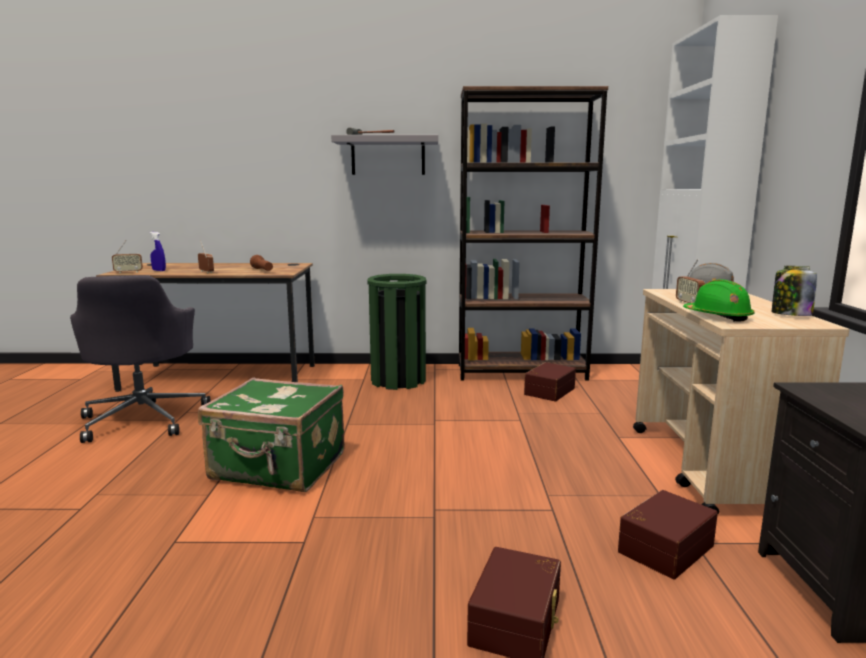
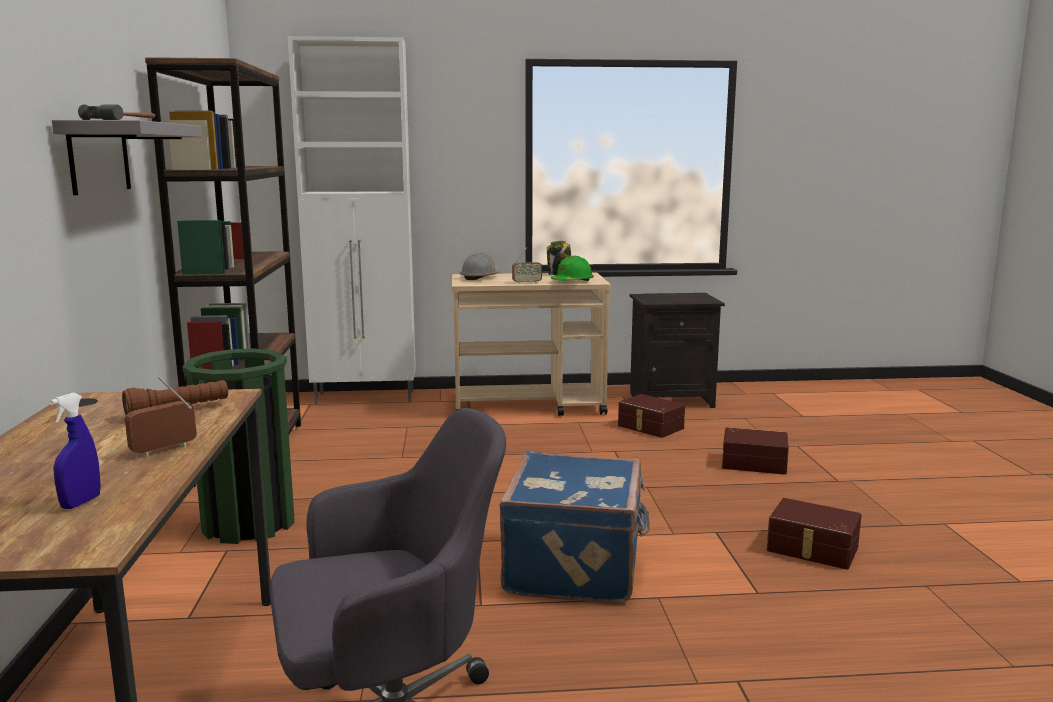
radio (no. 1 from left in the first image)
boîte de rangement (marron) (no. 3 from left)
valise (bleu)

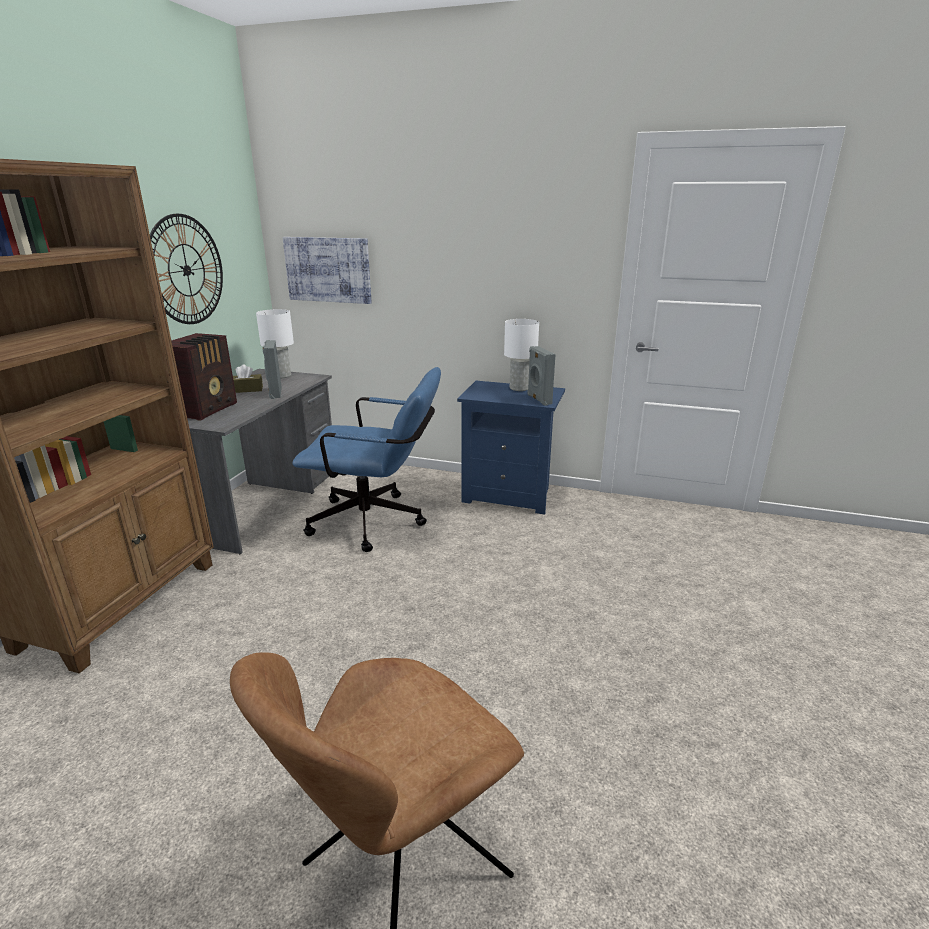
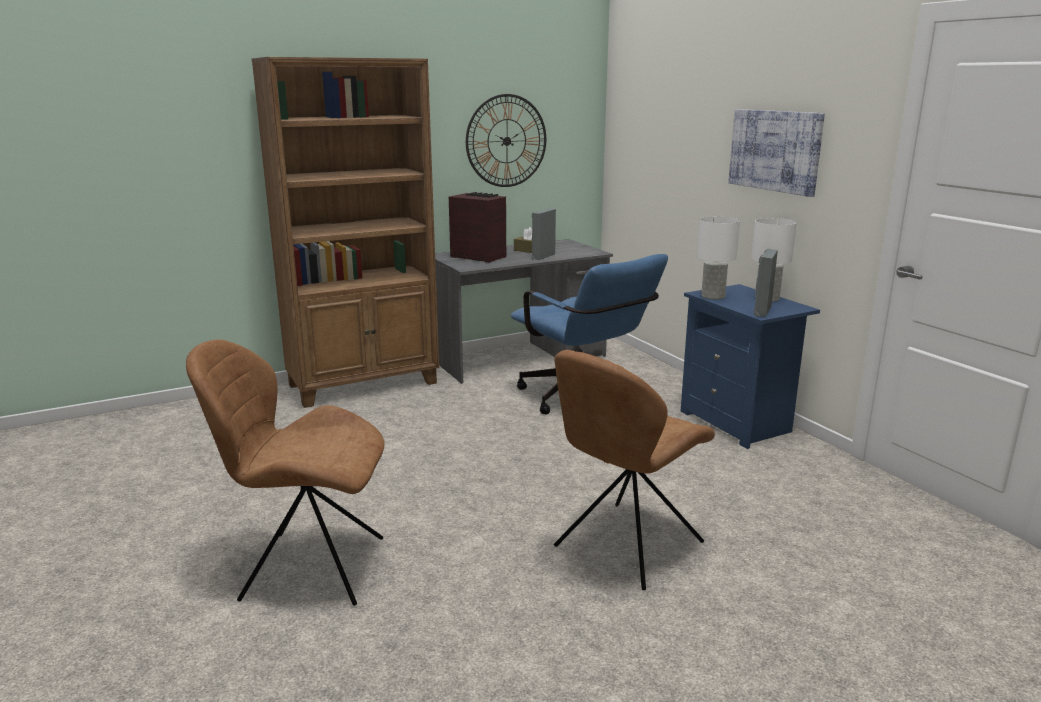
chaise (marron) (no. 2 from left)
lampe de table (blanc) (no. 1 from left)
tableau
radio

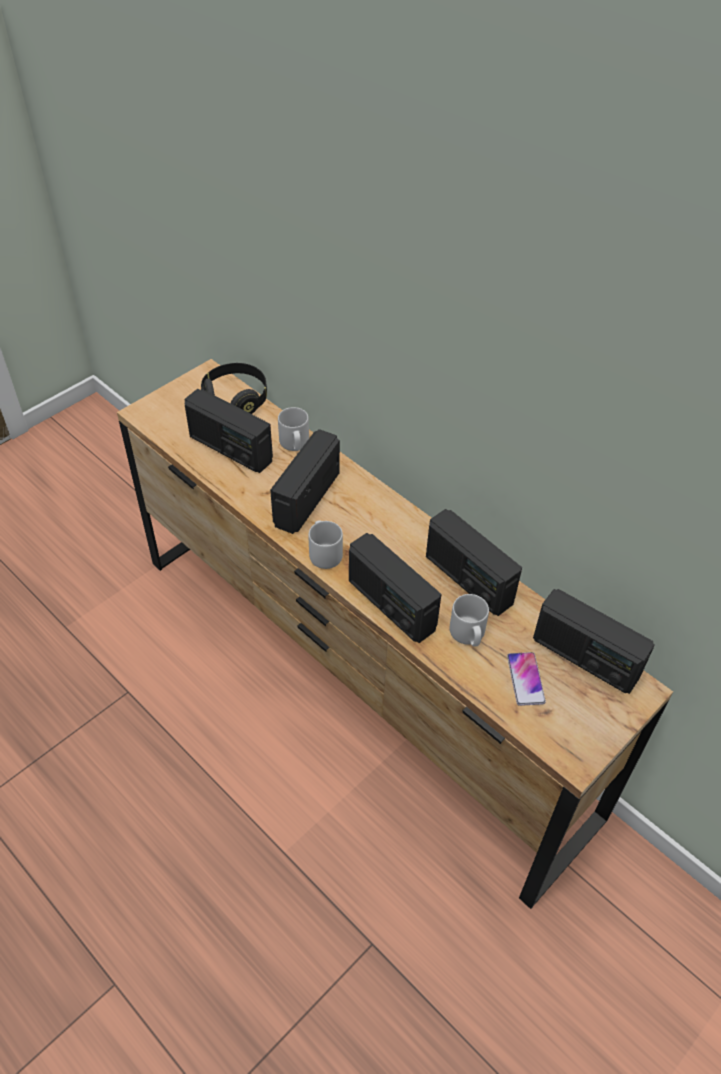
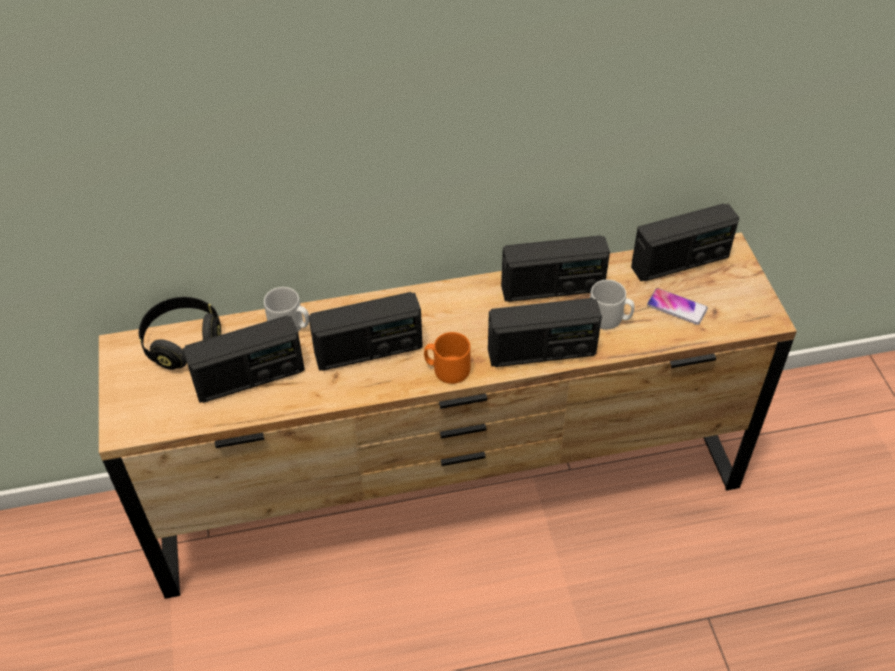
mug (orange)
radio (no. 2 from left)

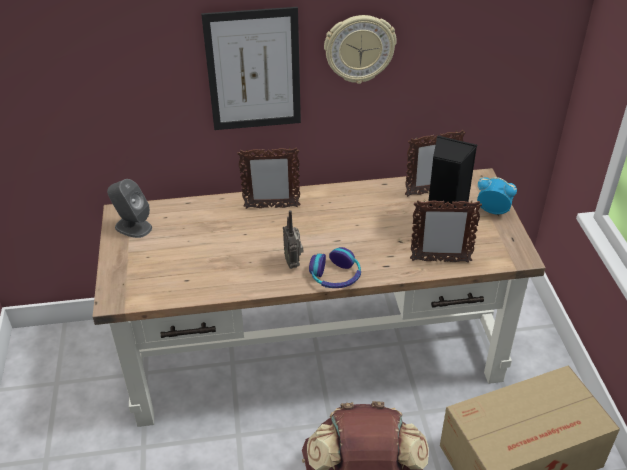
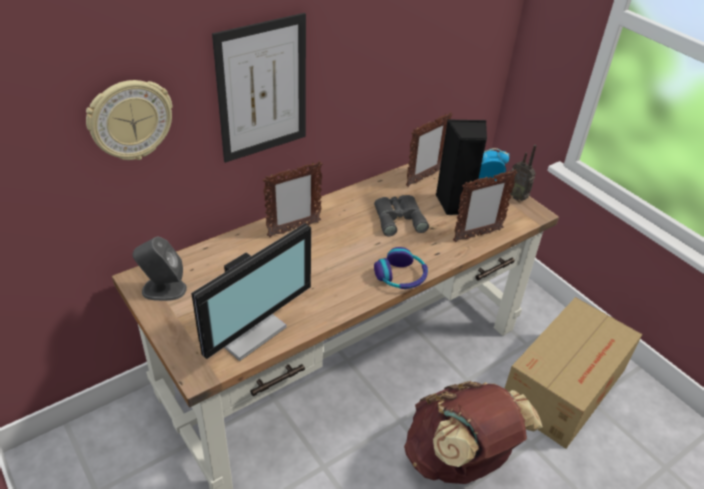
écran d'ordinateur
jumelles (gris)
radio
horloge murale

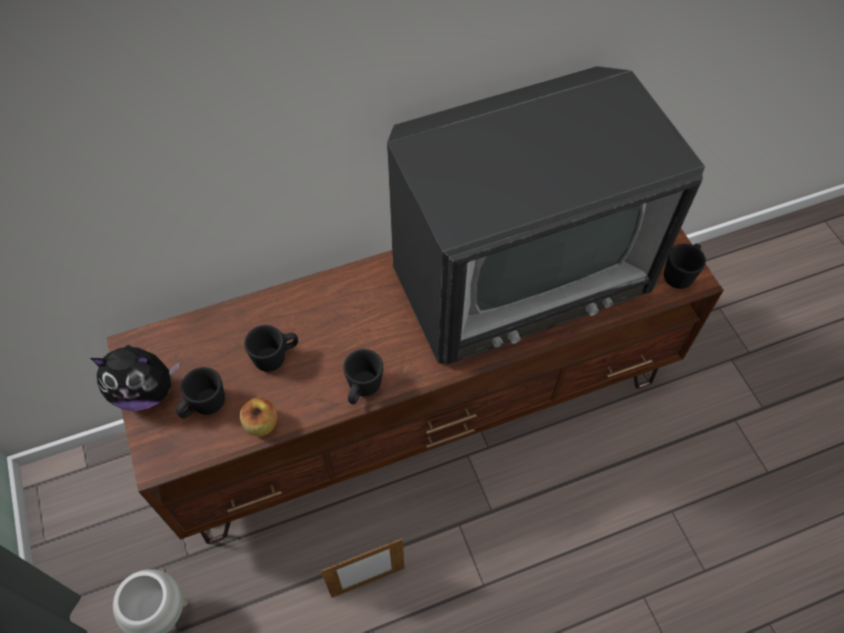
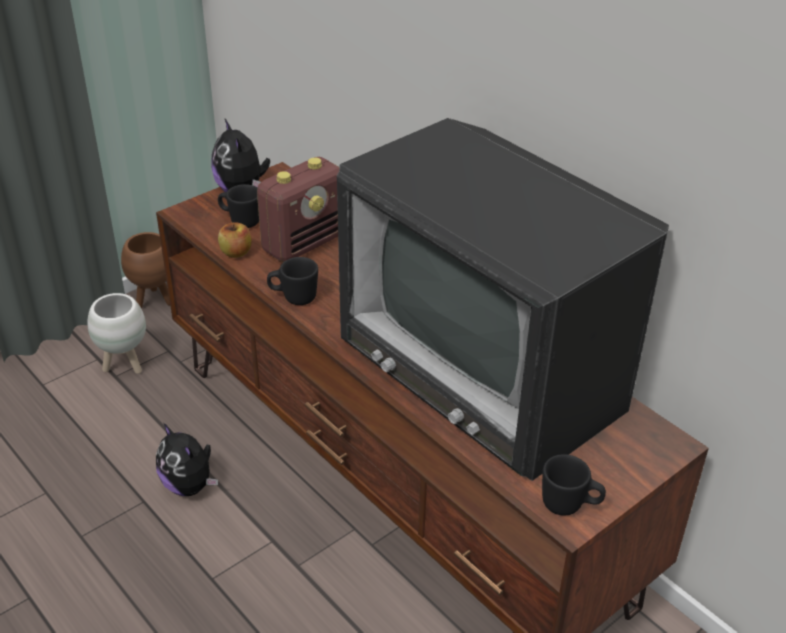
cache-pot (marron)
radio
peluche (no. 1 from left)

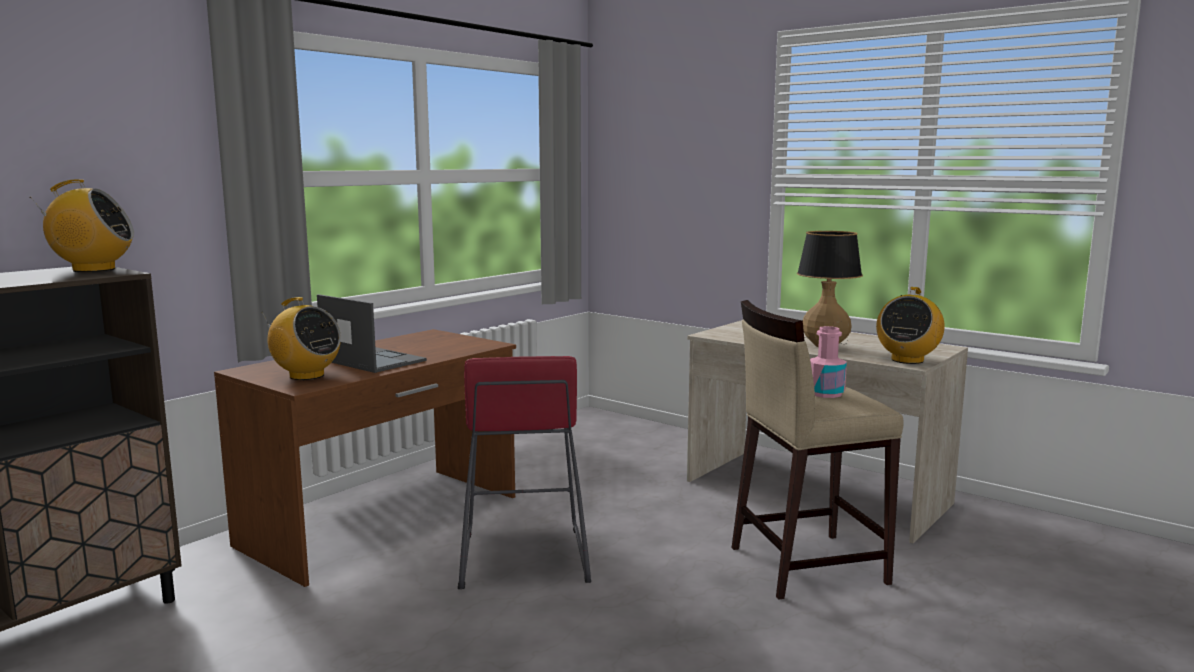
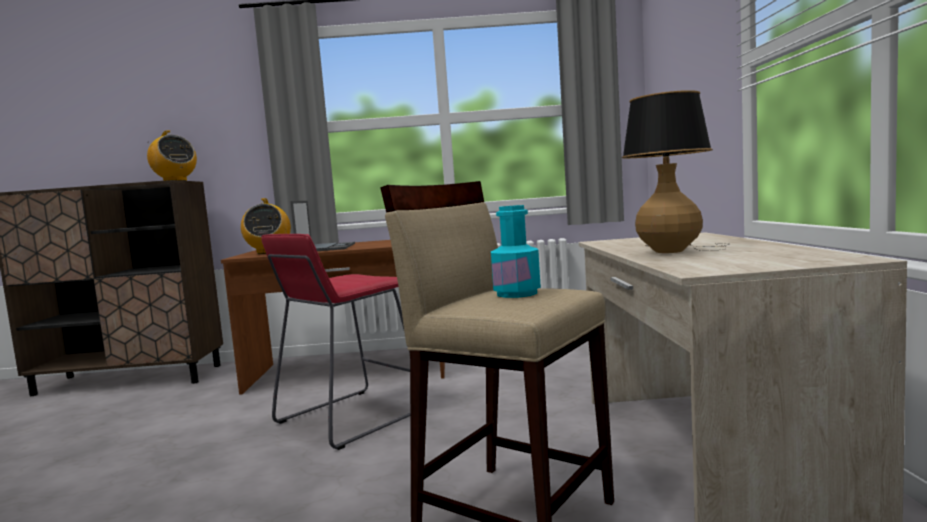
radio (no. 3 from left in the first image)
bouteille (turquoise)

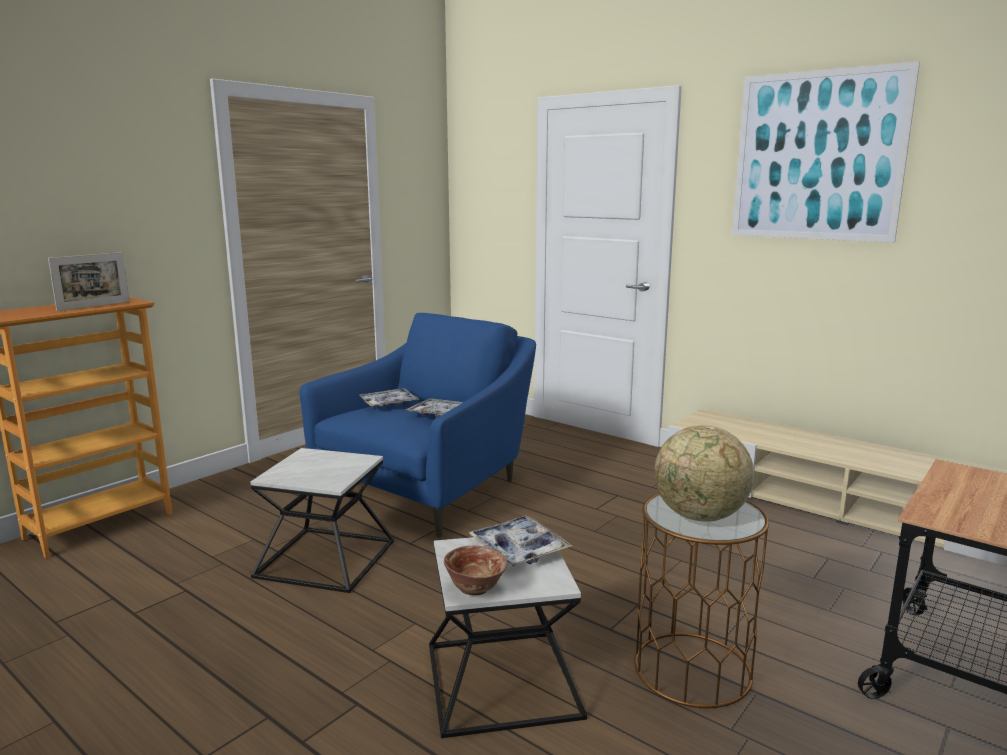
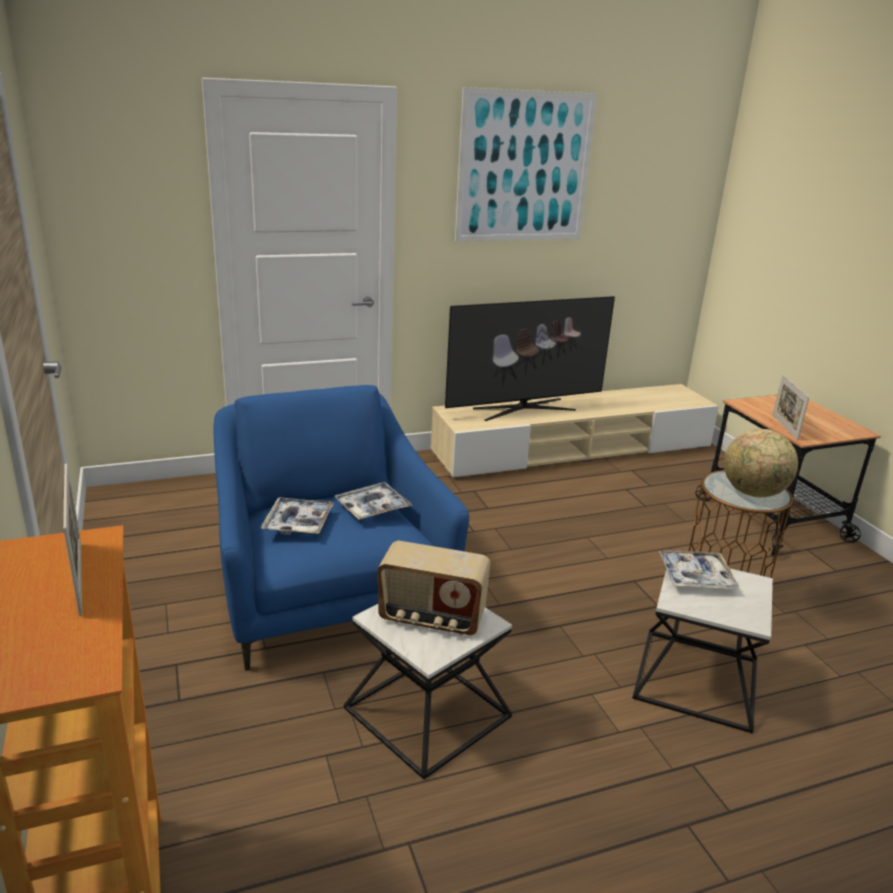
bol
radio
téléviseur
cadre photo (no. 2 from left)

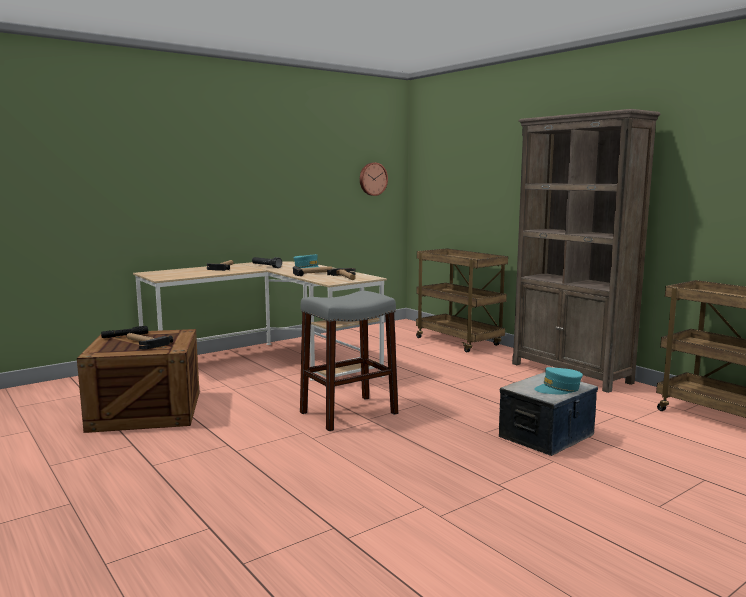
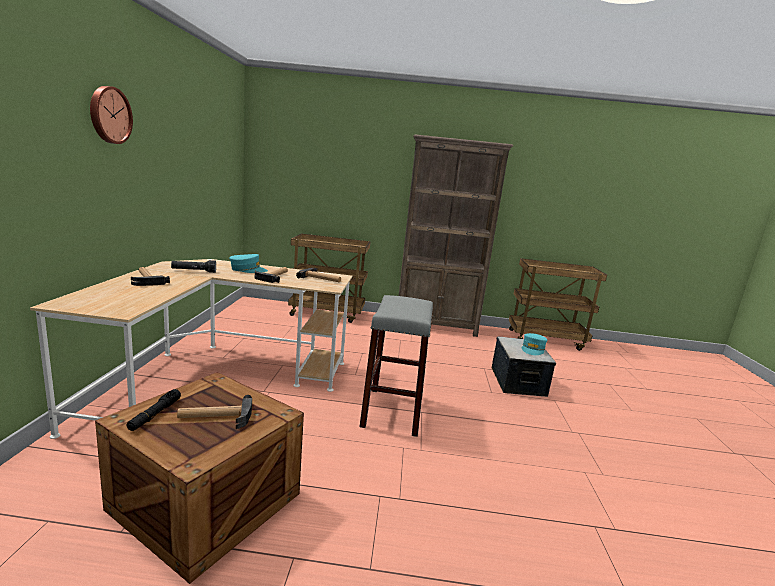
horloge murale

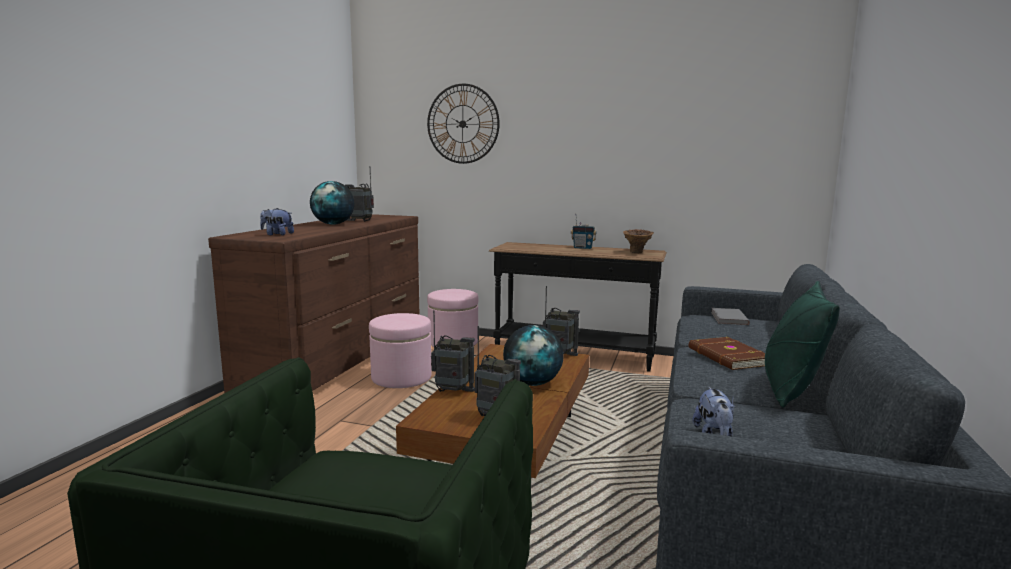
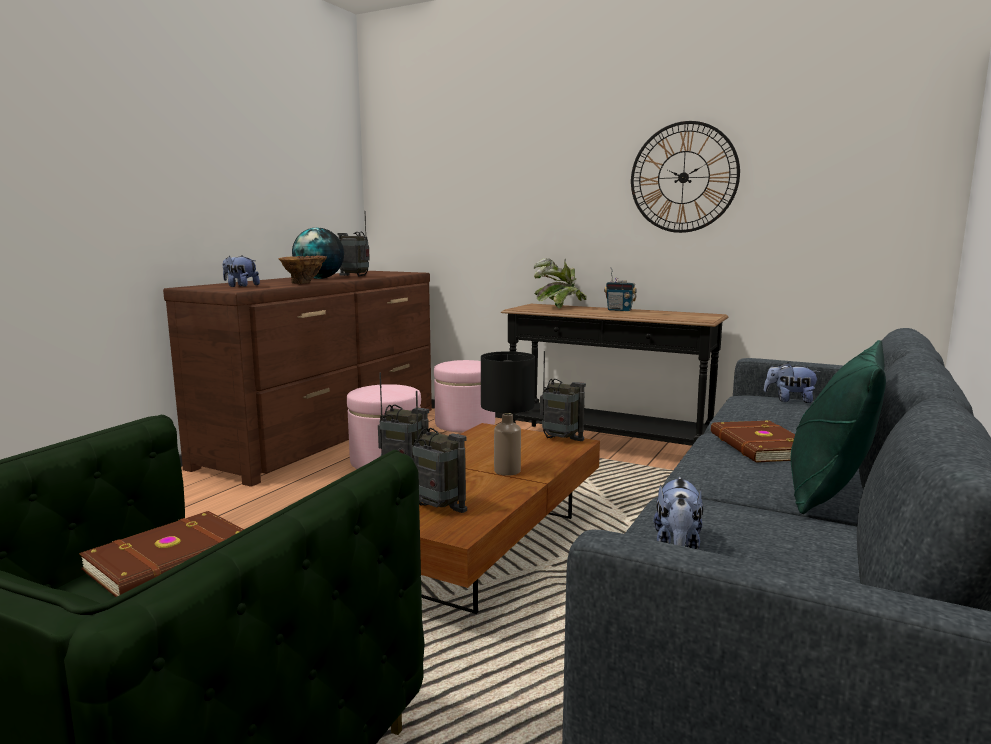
livre (marron) (no. 1 from left)
plante en pot
horloge murale
vase (marron)
lampe de table (noir)
peluche (no. 3 from left)

